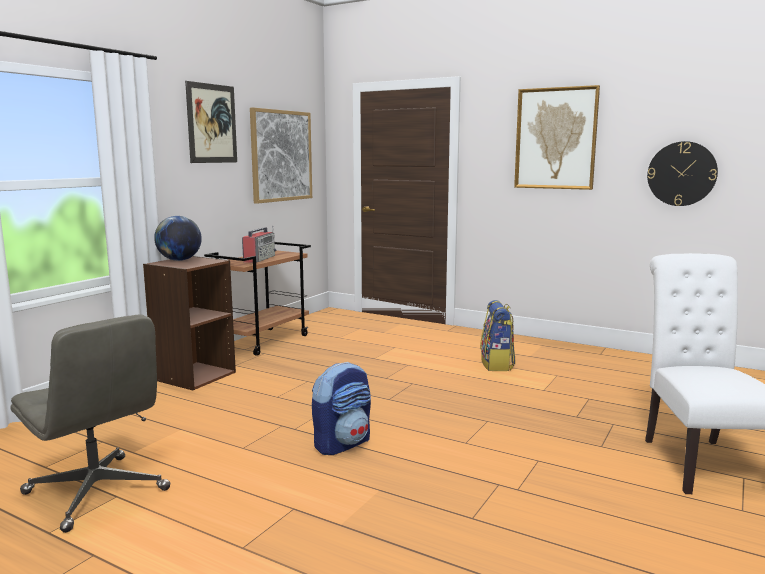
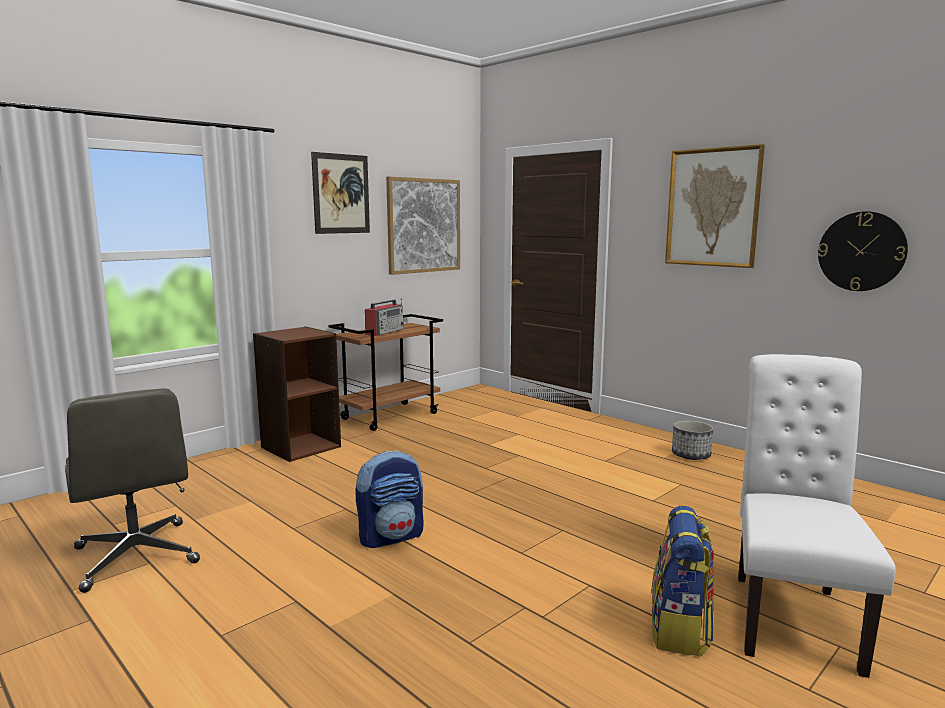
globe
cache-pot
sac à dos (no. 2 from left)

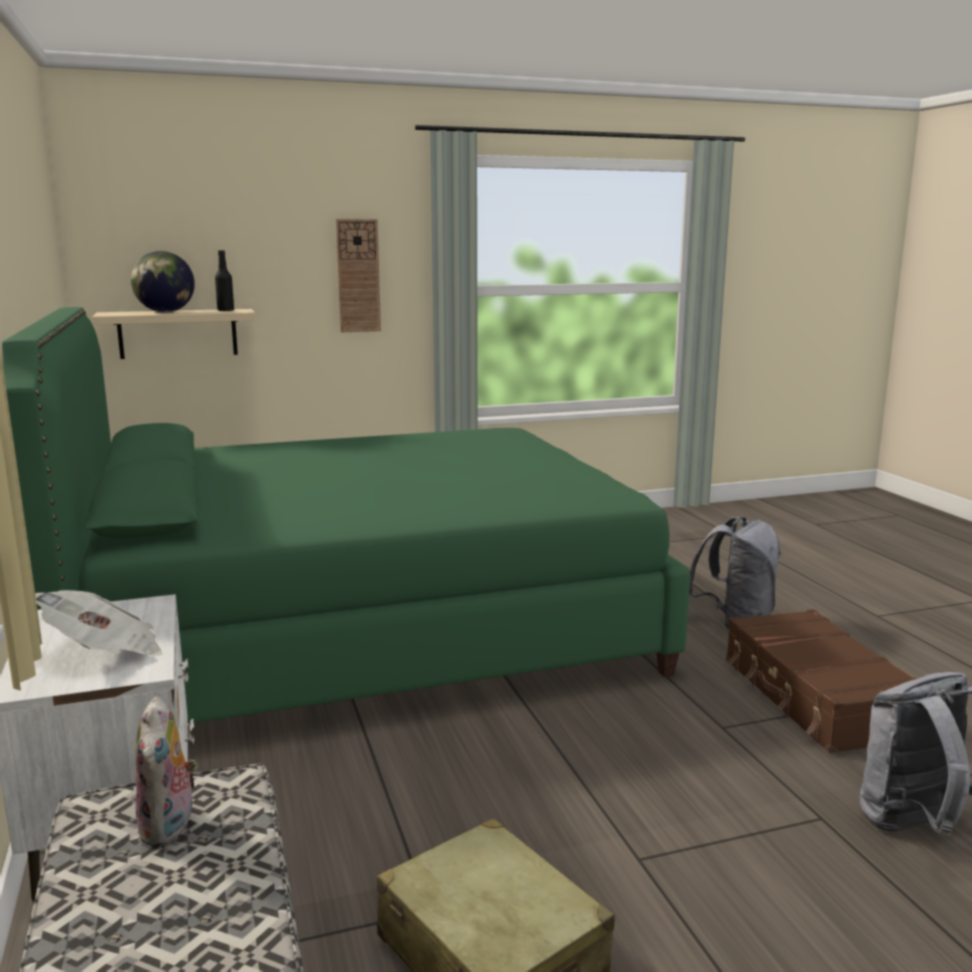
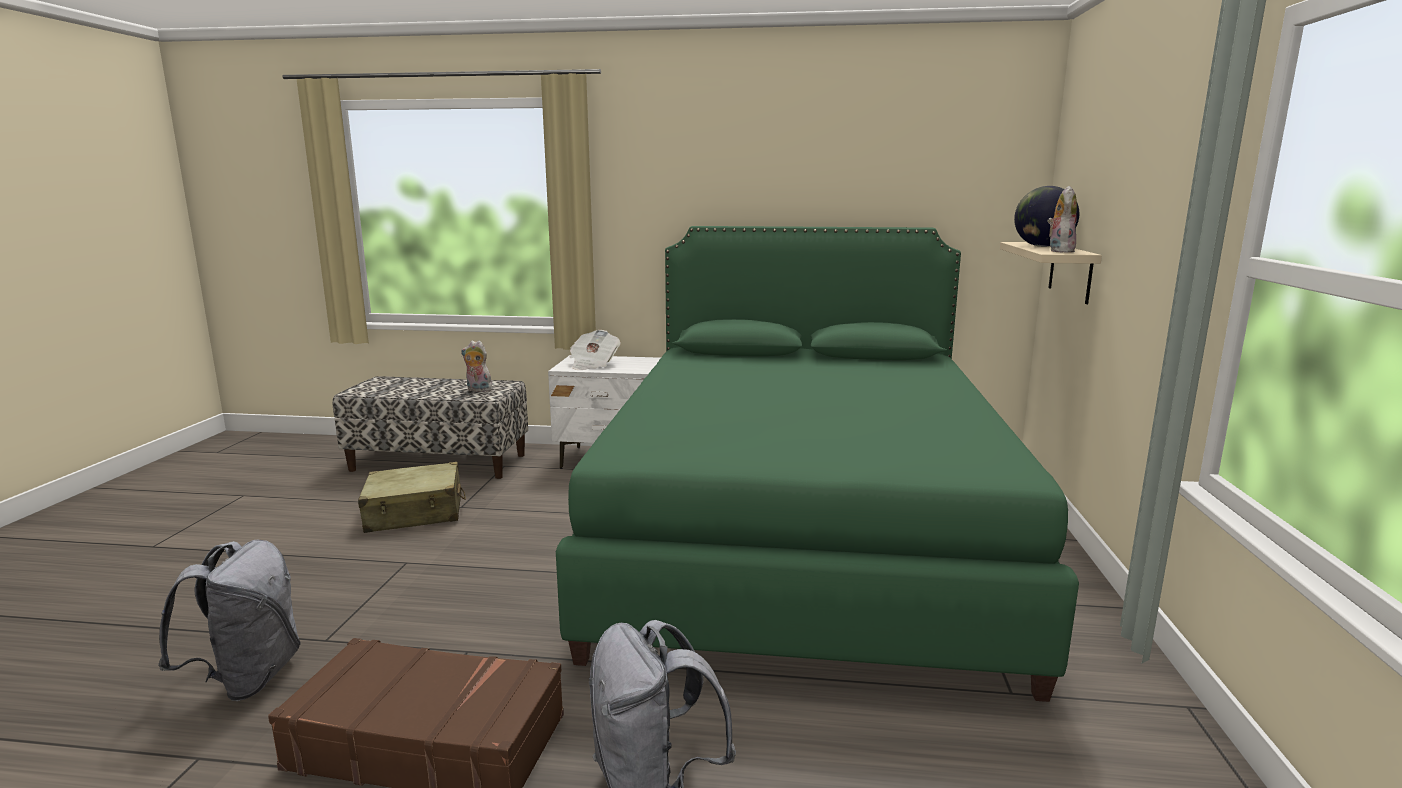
horloge murale
peluche (no. 2 from left)

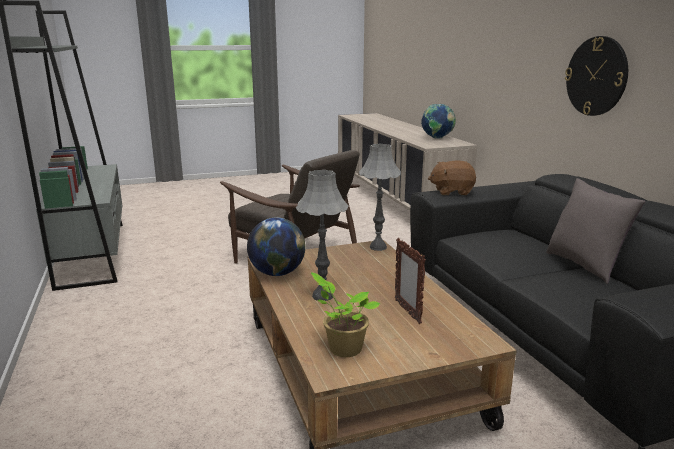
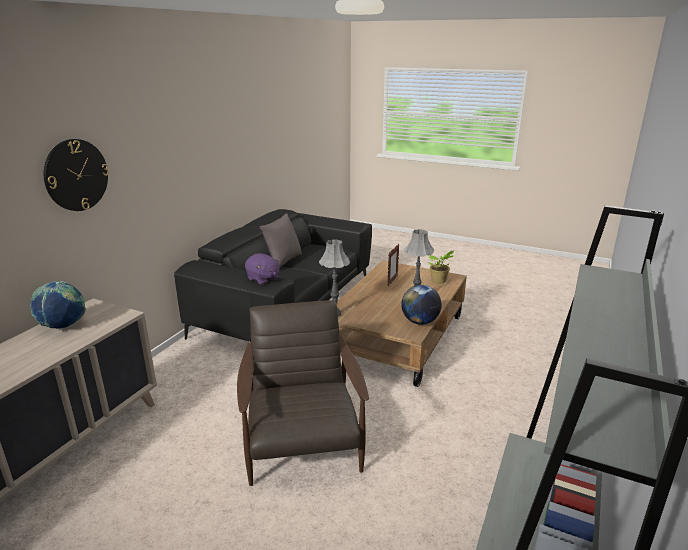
horloge murale
peluche (violet)

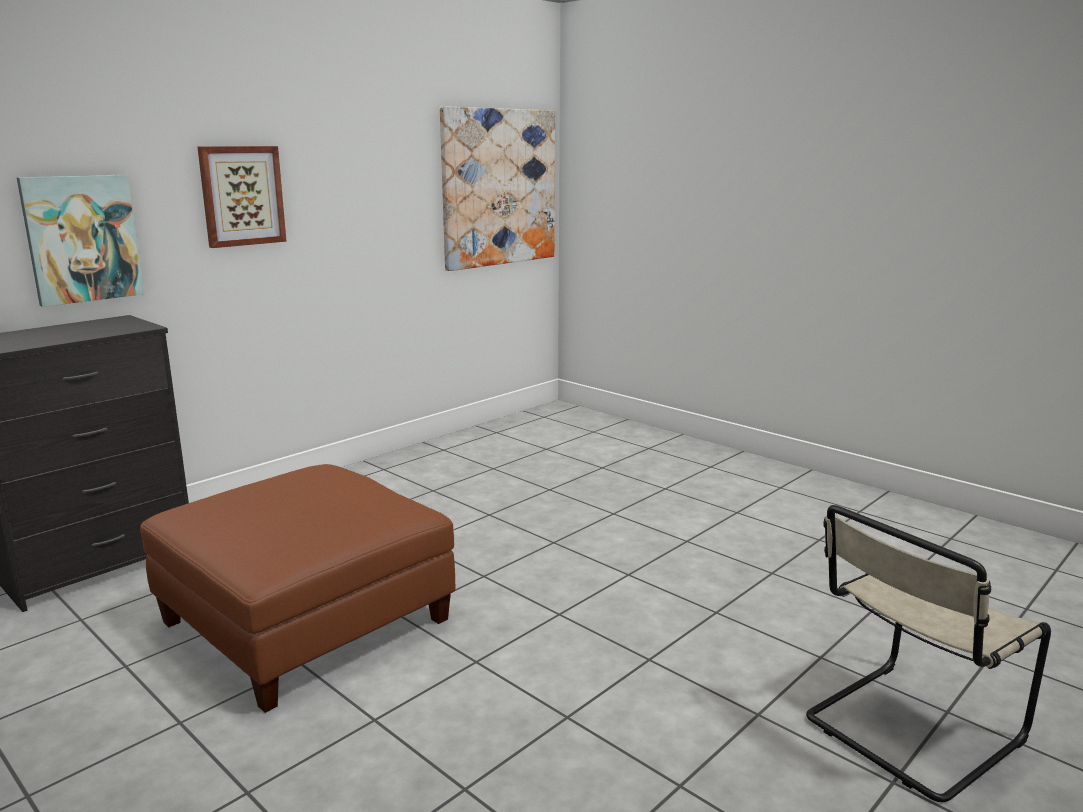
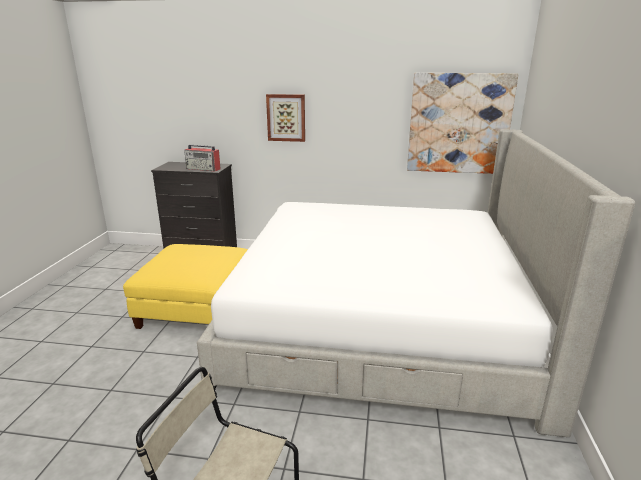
tableau (no. 1 from left in the first image)
radio
lit
pouf (jaune)

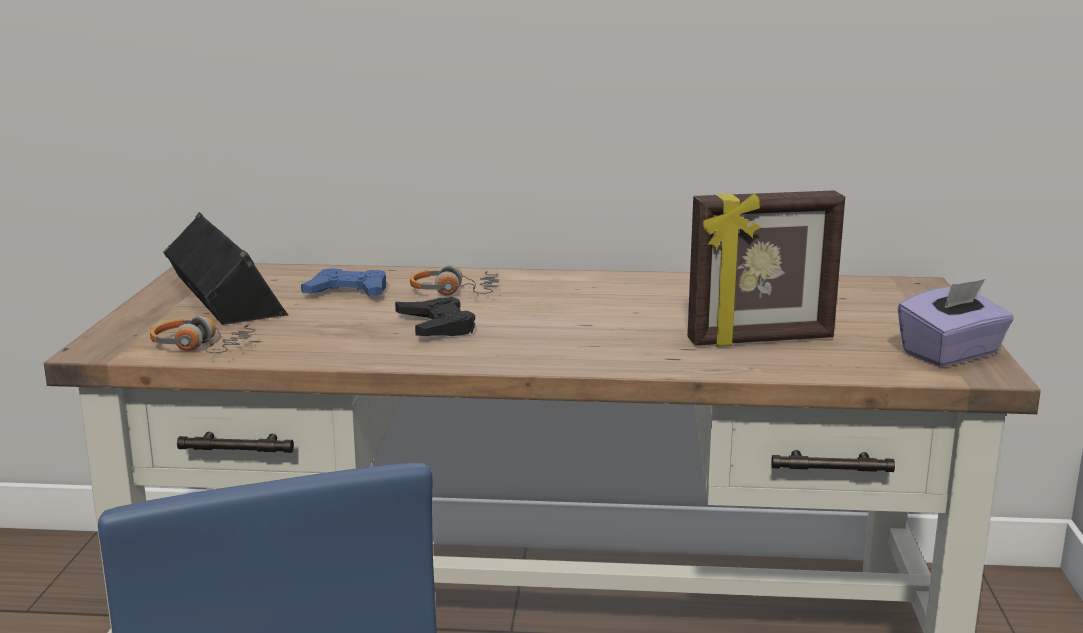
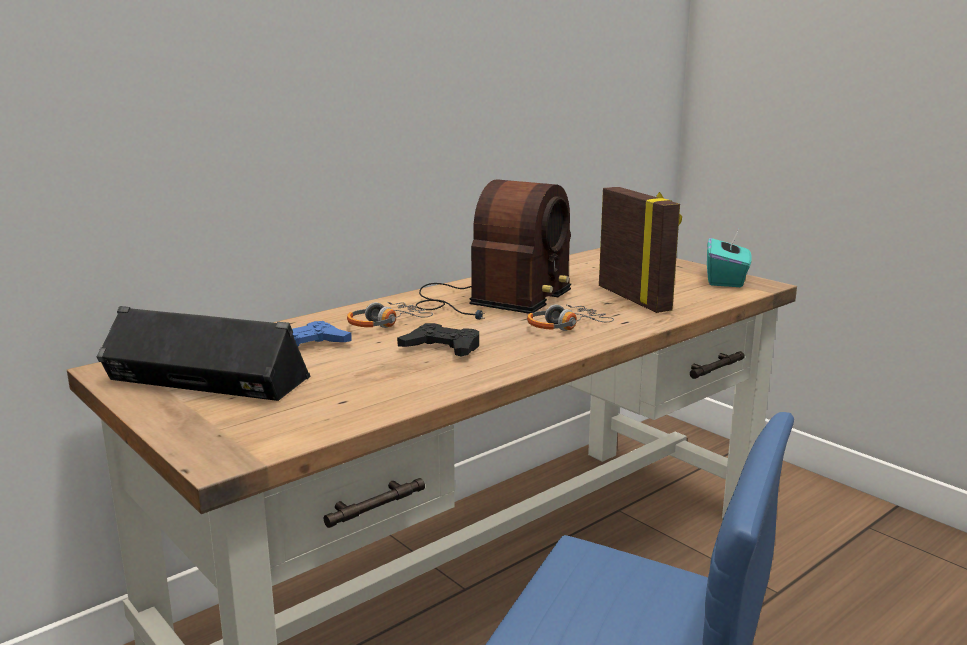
radio
casque audio (no. 2 from left)
boîte à mouchoirs (turquoise)
cadre photo

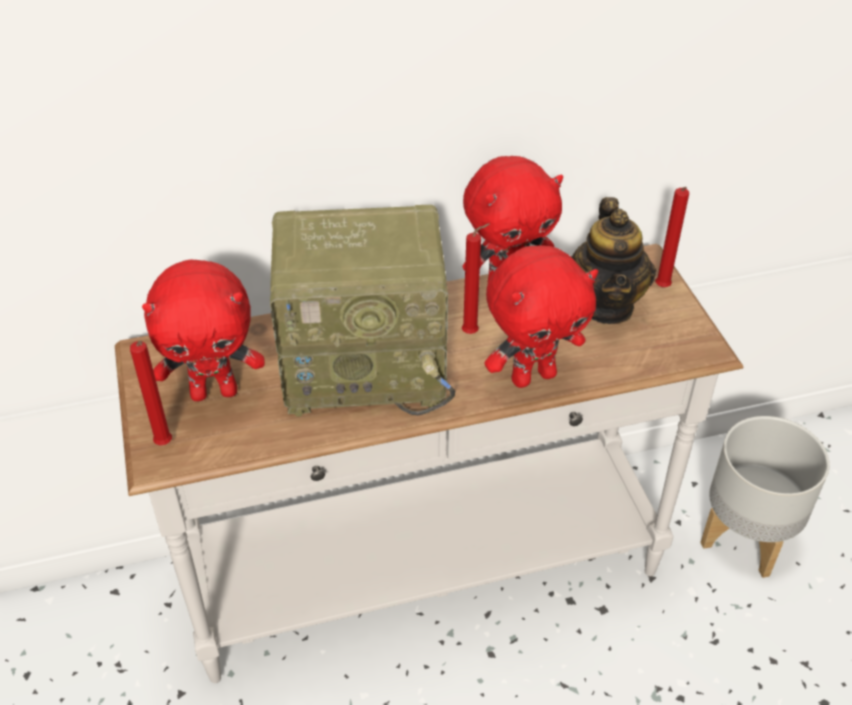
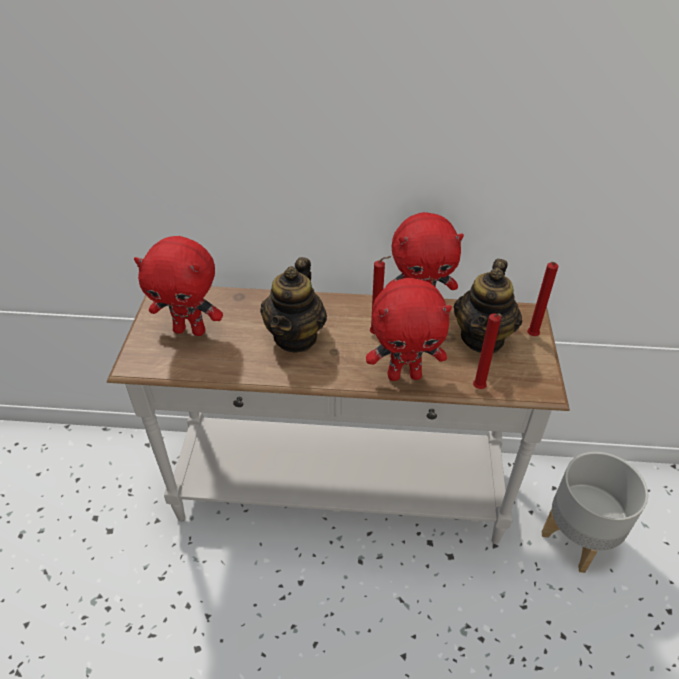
bougie (rouge) (no. 2 from left)
théière (no. 1 from left)

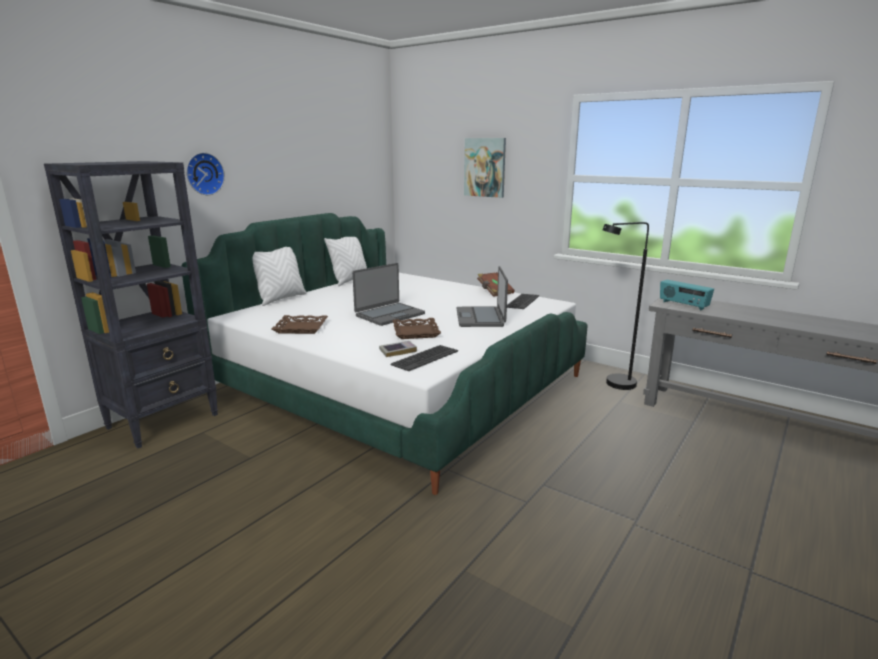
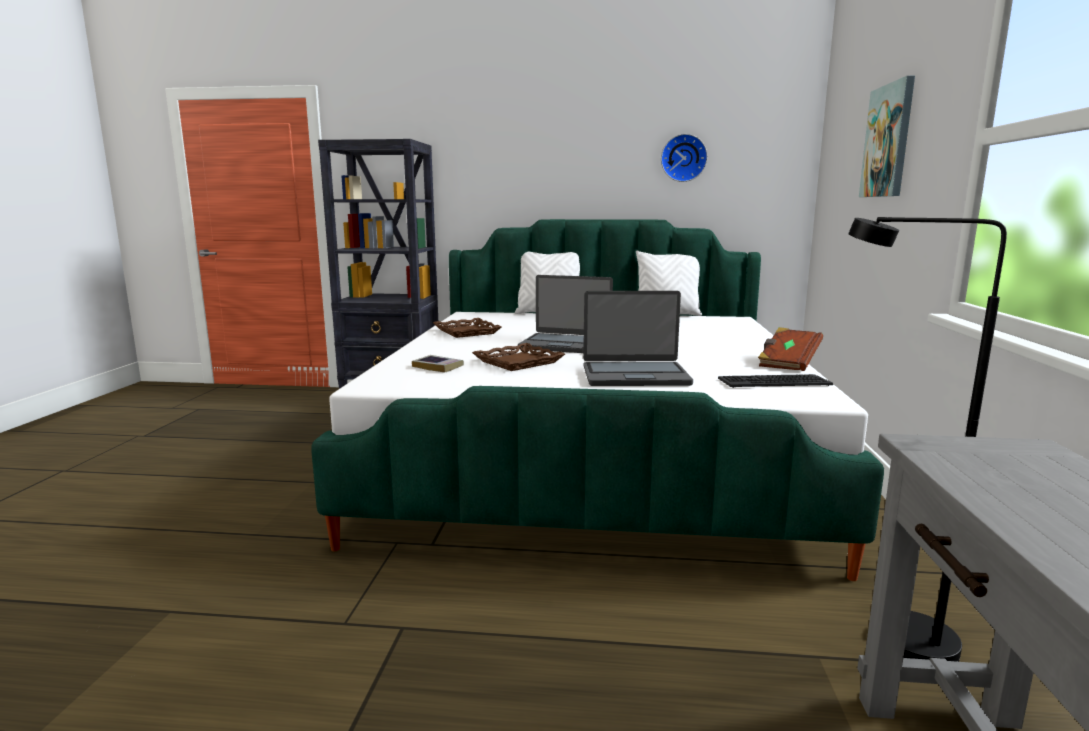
clavier (no. 1 from left in the first image)
radio
horloge murale
ordinateur portable (no. 2 from left)

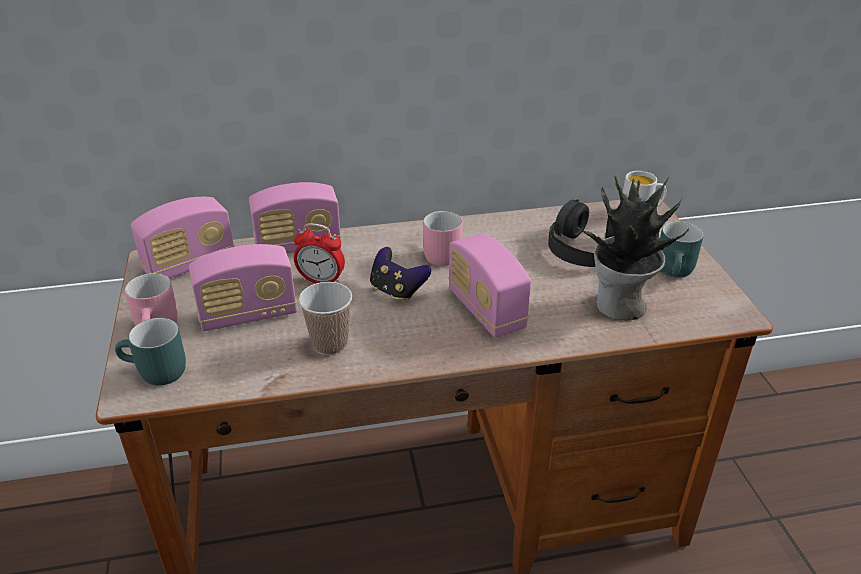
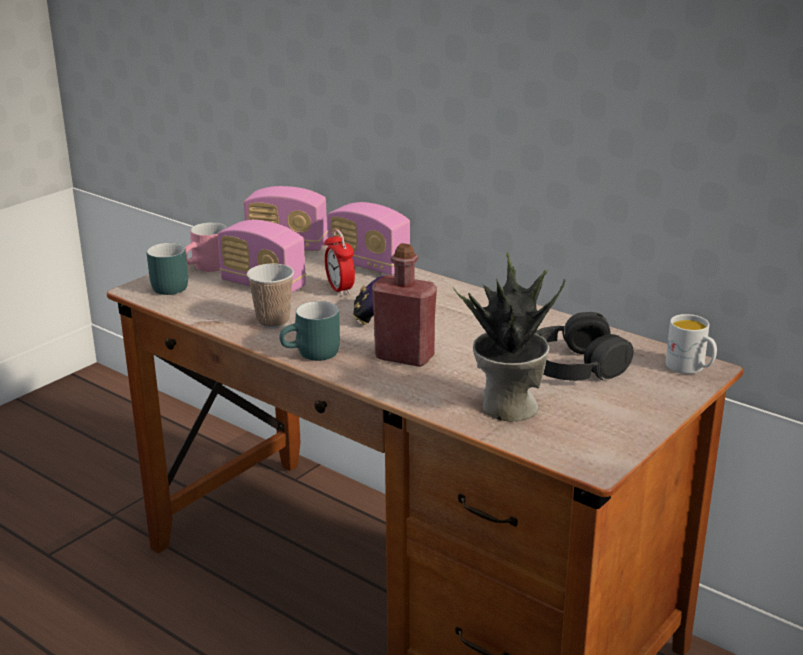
mug (rose) (no. 2 from left in the first image)
mug (turquoise) (no. 2 from left)
bouteille (rouge)

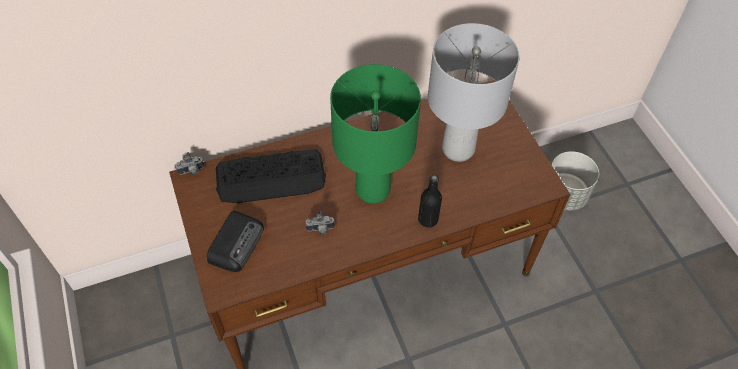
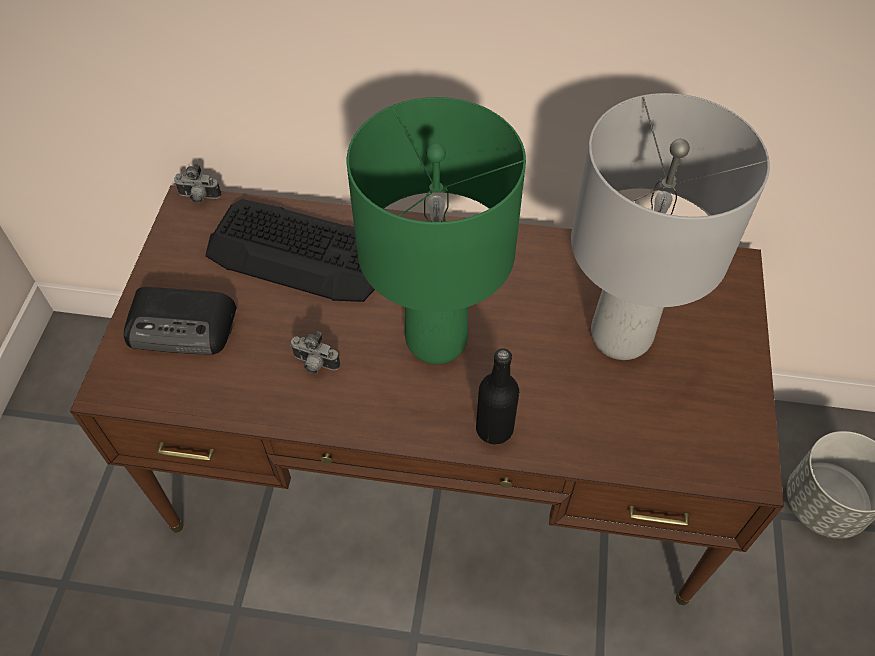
radio

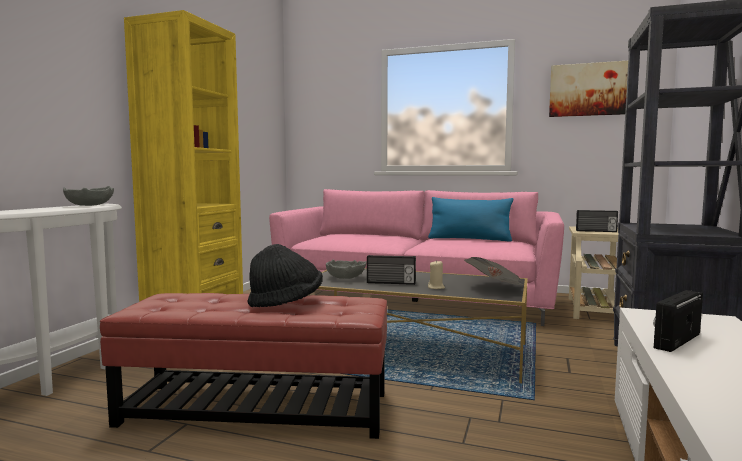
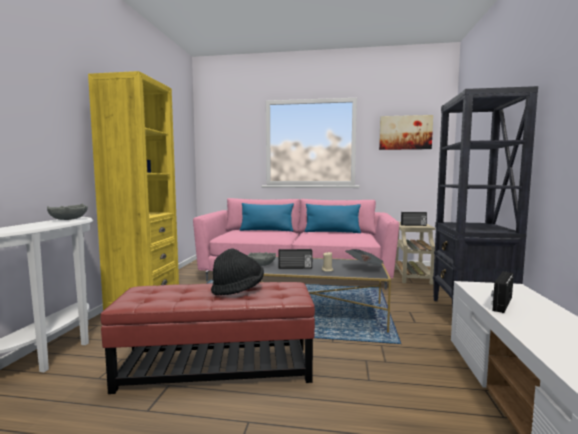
coussin (bleu) (no. 1 from left)

